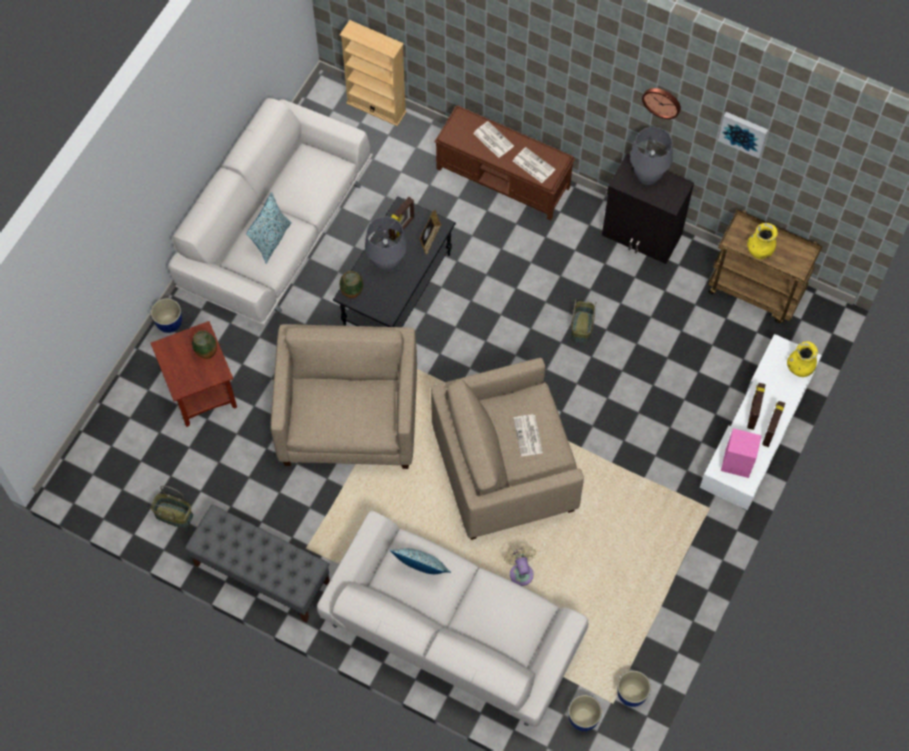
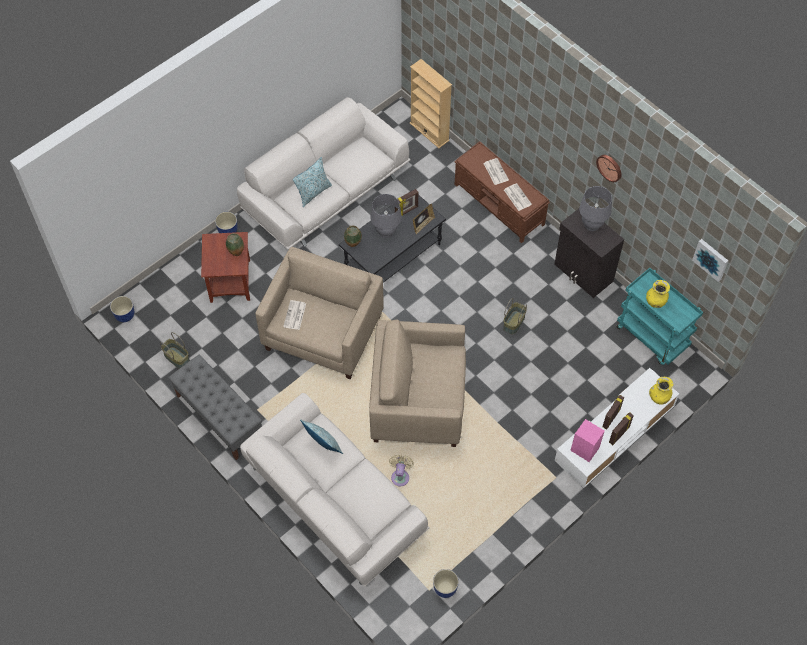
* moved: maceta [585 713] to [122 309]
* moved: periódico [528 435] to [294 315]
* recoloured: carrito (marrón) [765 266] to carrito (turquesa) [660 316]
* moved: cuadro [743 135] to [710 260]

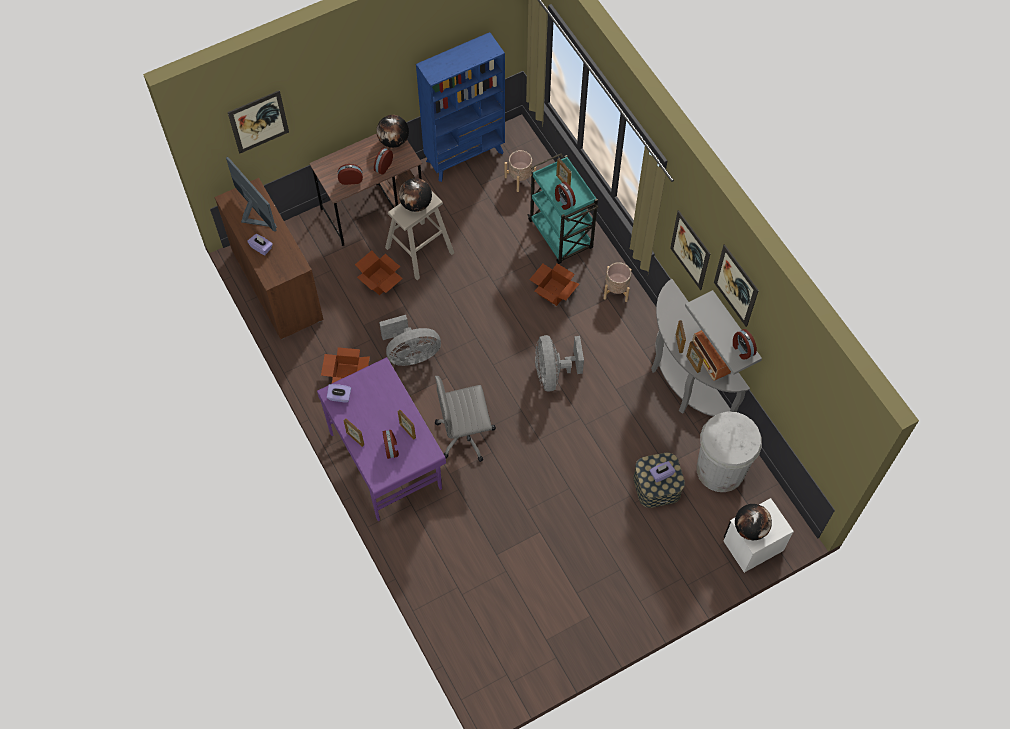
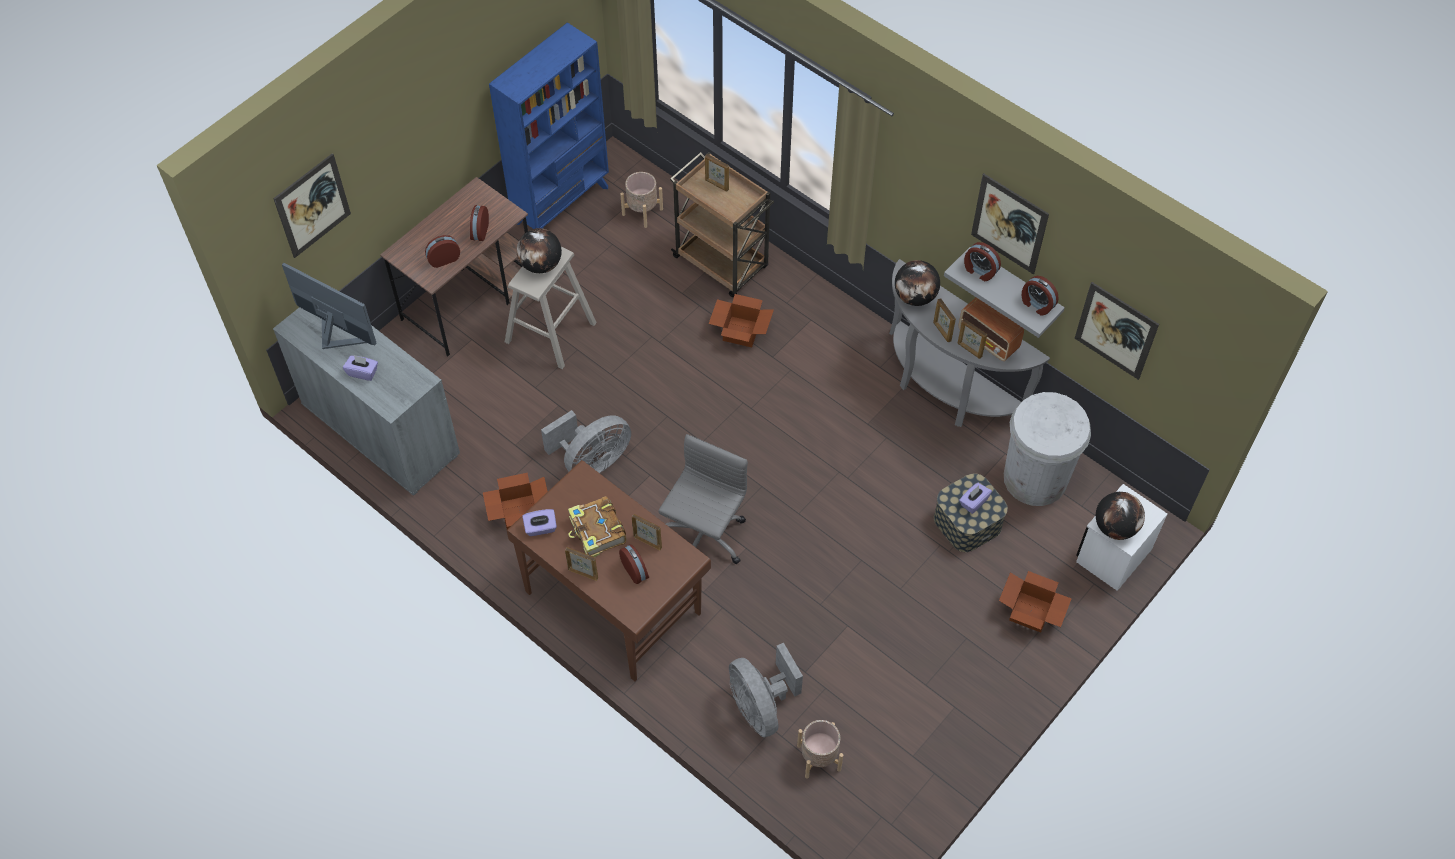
* recoloured: armario (marrón) [268 259] to armario (gris) [366 401]
* recoloured: escritorio (morado) [381 439] to escritorio (marrón) [609 570]
* added: libro [597 526]
* turned: silla de oficina (gris) [465 419] = [703 499] 150 degrees clockwise
* recoloured: carrito (turquesa) [563 208] to carrito (marrón) [722 224]
* moved: ventilador (gris) [559 363] to [766 690]
* moved: maceta (beis) [618 282] to [820 749]
* moved: globo terráqueo [392 131] to [917 283]
* moved: despertador [565 196] to [982 261]
* moved: caja de cartón [379 272] to [1035 601]
* moved: cuadro [690 250] to [1116 331]

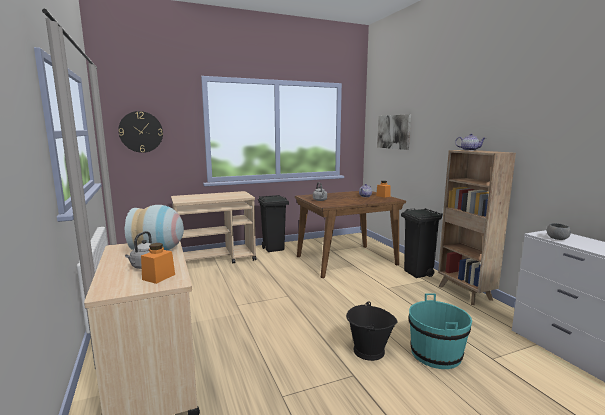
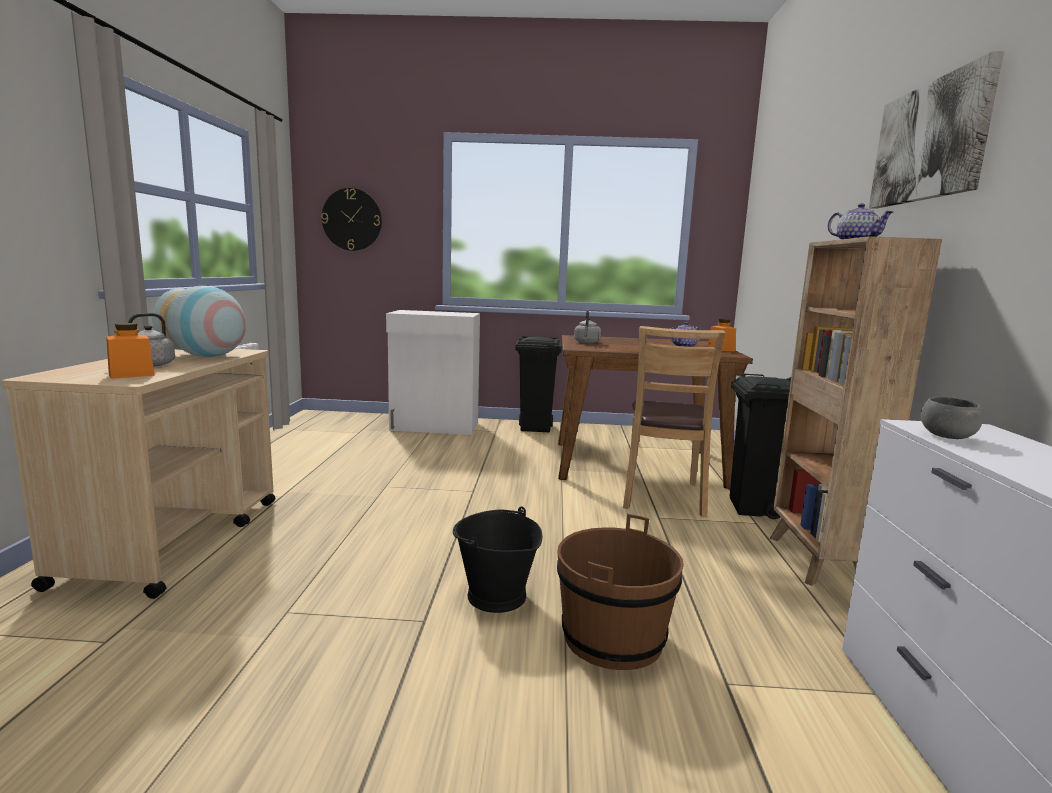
* replaced: carrito (beis) [213 227] to armario (blanco) [433 372]
* recoloured: cubo (turquesa) [440 331] to cubo (marrón) [620 592]
* added: silla (marrón) [674 421]
* moved: cuadro [394 132] to [936 130]

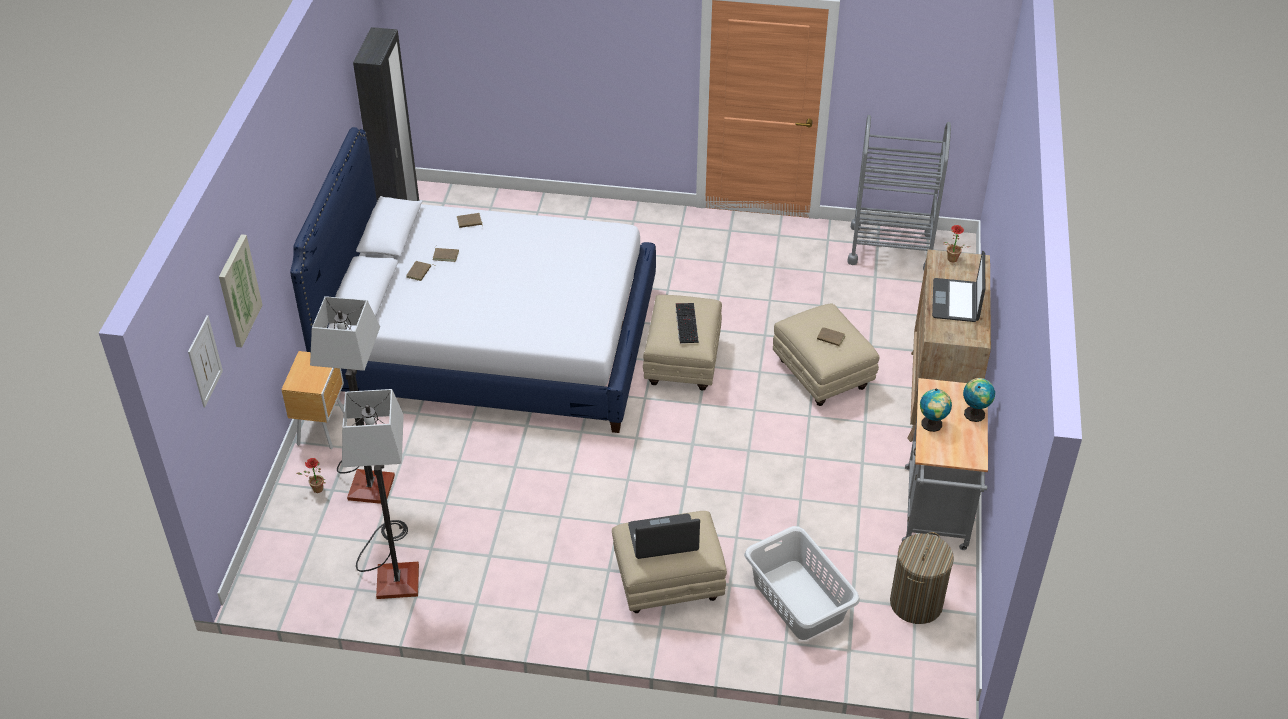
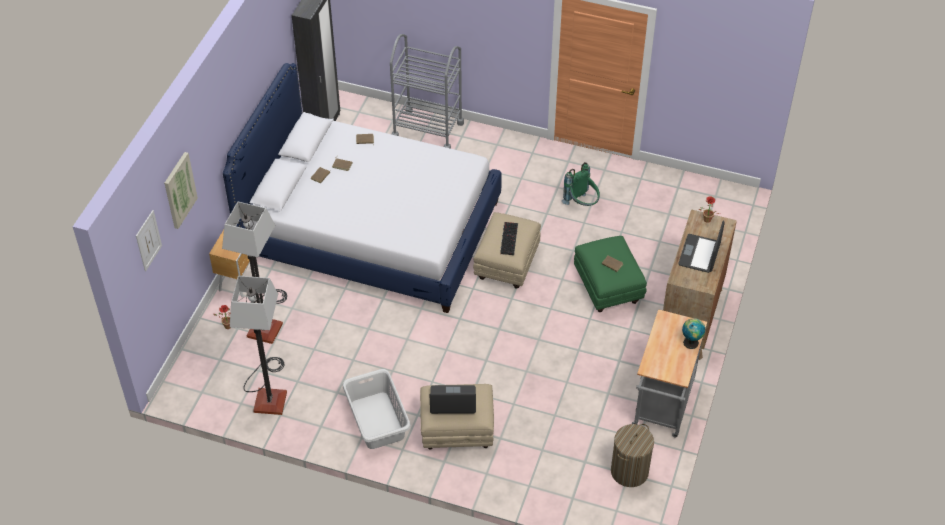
* moved: cesto de la ropa (gris) [802 583] to [377 409]
* moved: carrito (gris) [899 192] to [427 91]
* added: mochila (verde) [581 184]
* recoloured: puf (beis) [826 354] to puf (verde) [610 274]
* removed: globo terráqueo [936 410]

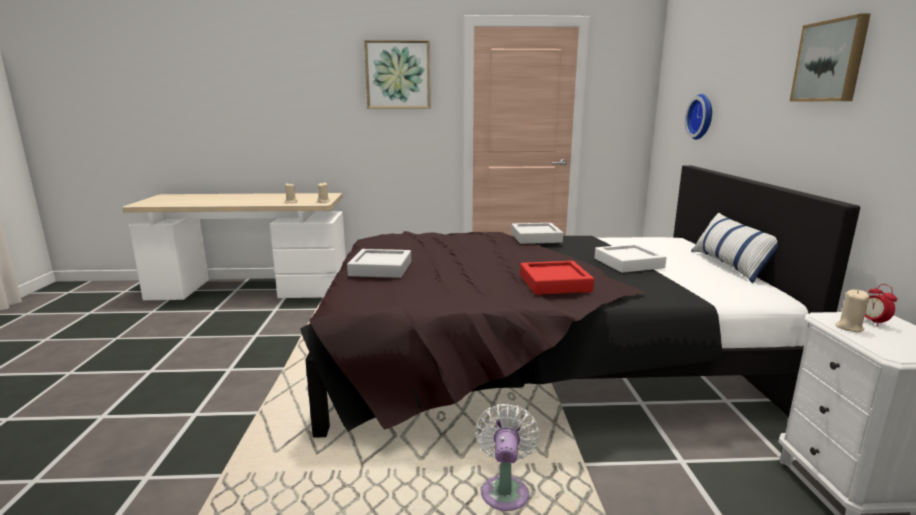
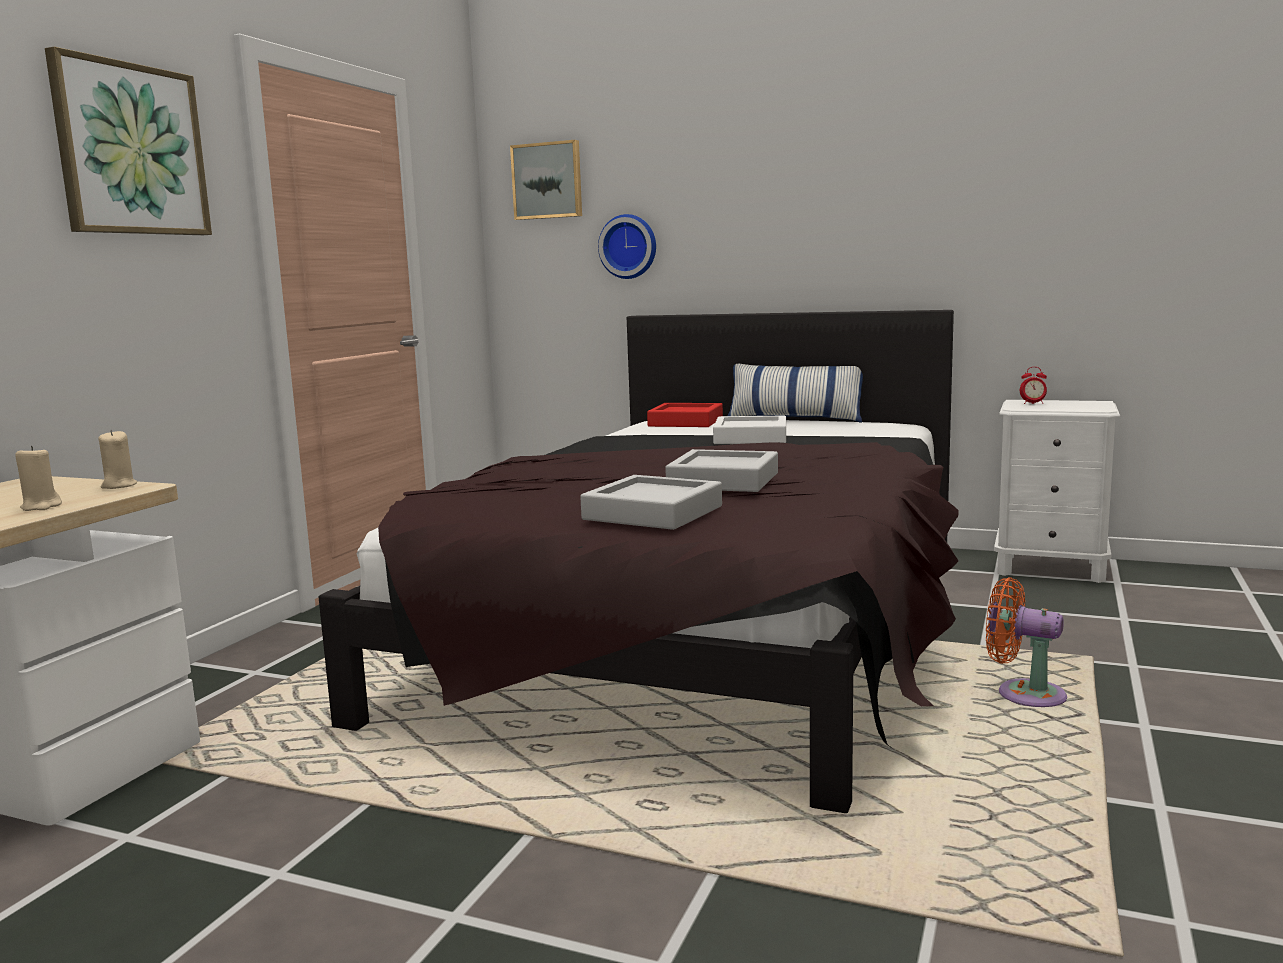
* moved: cuadro [830 57] to [546 180]
* moved: bandeja (rojo) [557 278] to [685 415]
* moved: bandeja (gris) [537 233] to [721 470]
* recoloured: ventilador (blanco) [507 457] to ventilador (naranja) [1026 642]
* removed: vela (beis) [852 311]

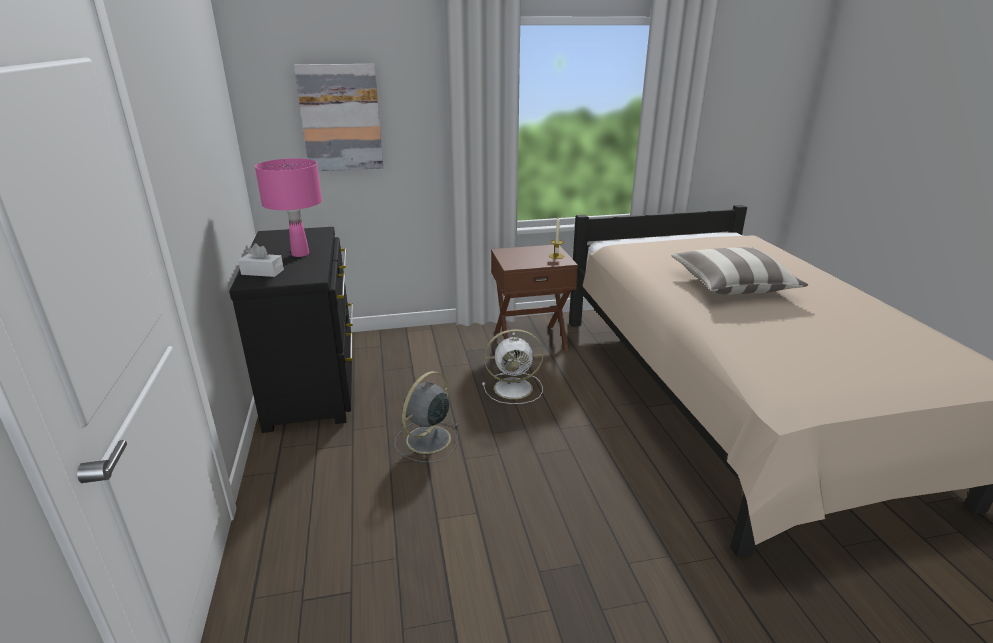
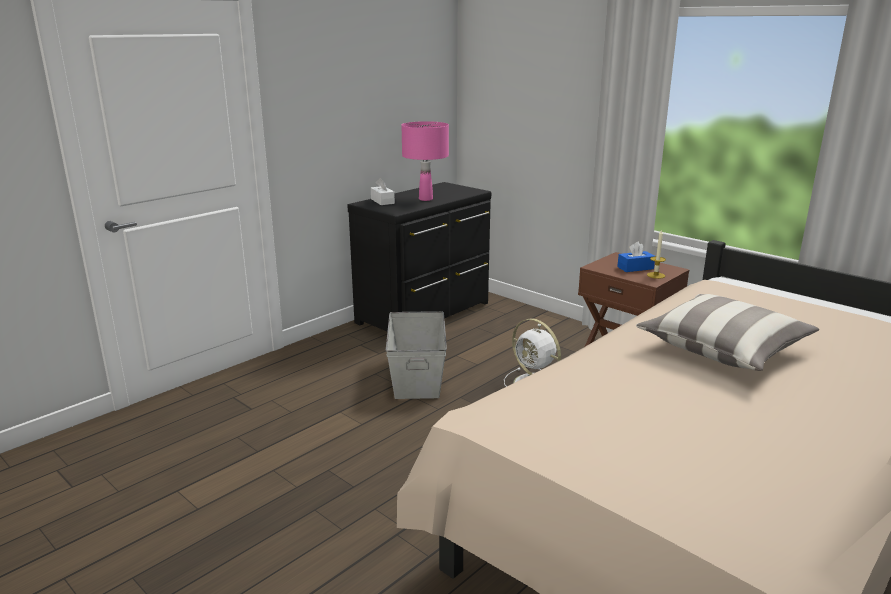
* replaced: ventilador (gris) [427 417] to caja de almacenaje (gris) [416 355]
* added: caja de pañuelos (azul) [636 257]
* removed: cuadro [338 117]

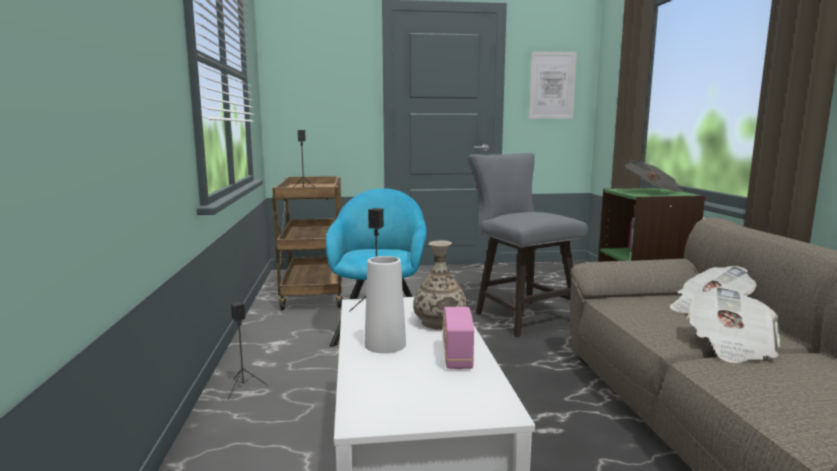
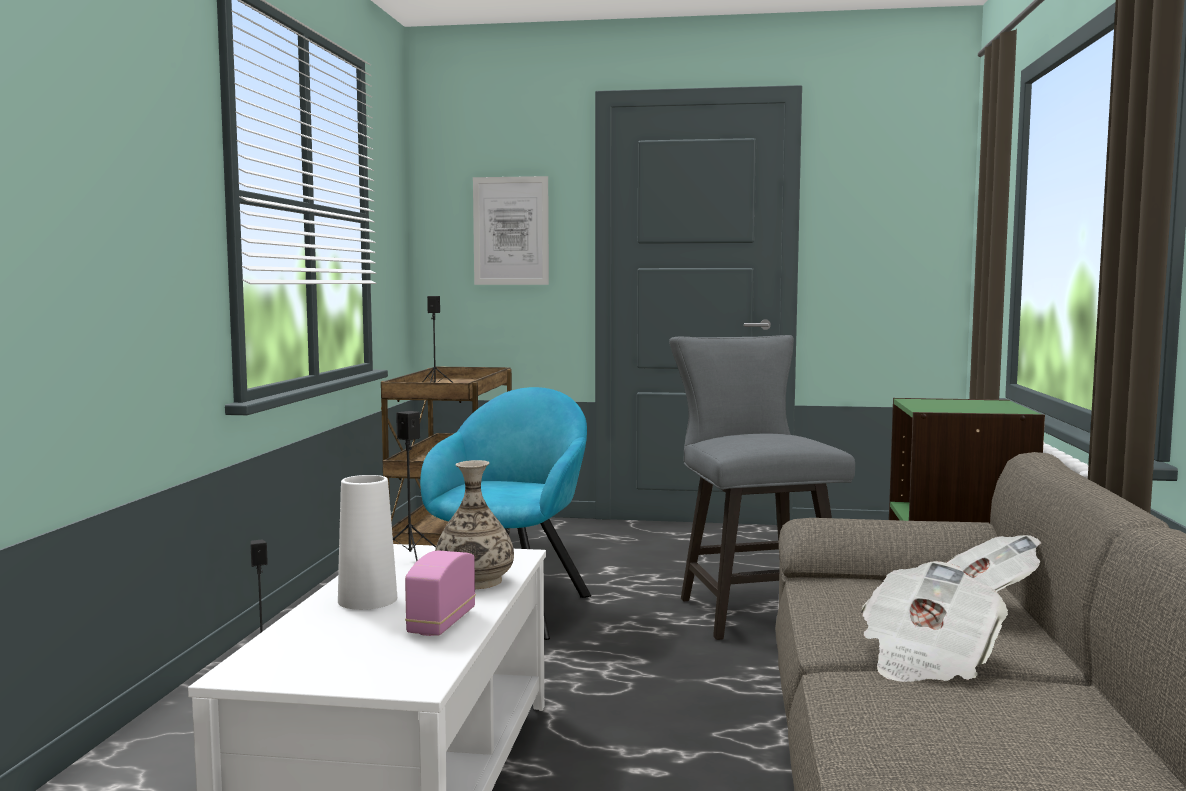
* moved: cuadro [553 85] to [511 230]
* removed: periódico [653 176]

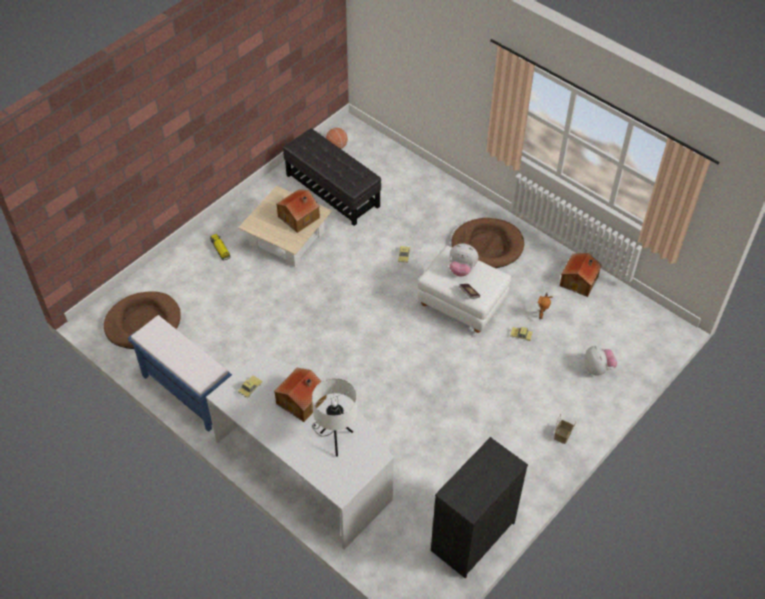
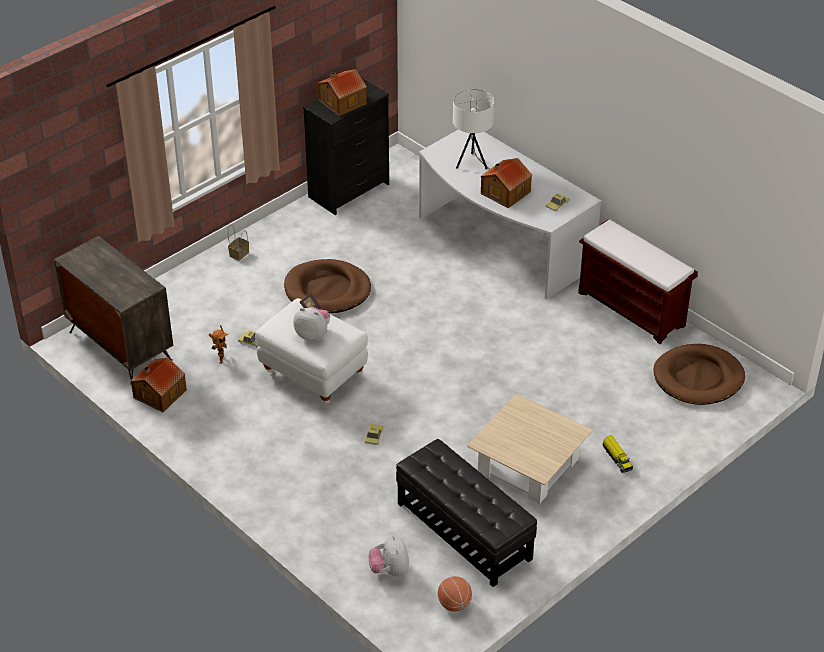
* added: cómoda [113 310]
* moved: cama para perro (marrón) [487 243] to [327 286]
* moved: casita [298 211] to [342 92]
* moved: peluche [600 361] to [389 556]
* recoloured: banco (azul) [180 373] to banco (marrón) [638 281]

